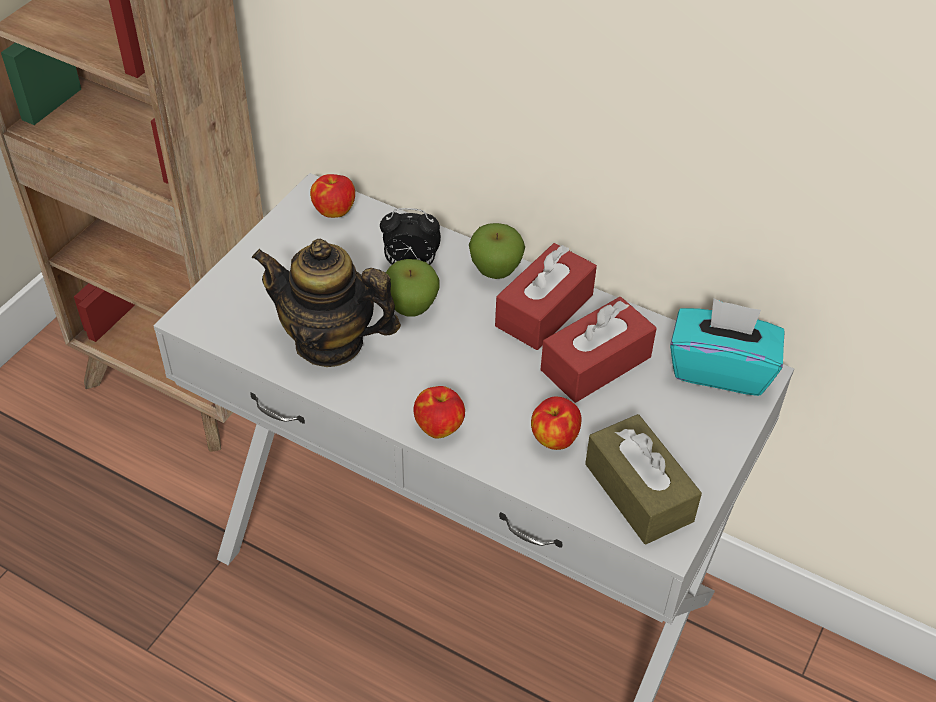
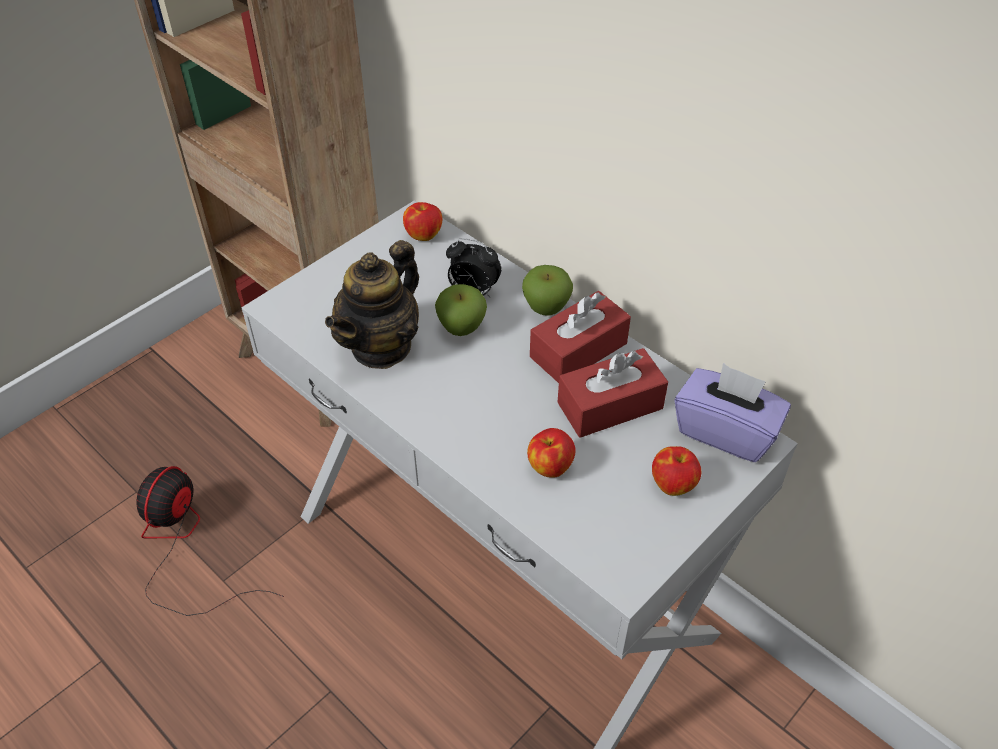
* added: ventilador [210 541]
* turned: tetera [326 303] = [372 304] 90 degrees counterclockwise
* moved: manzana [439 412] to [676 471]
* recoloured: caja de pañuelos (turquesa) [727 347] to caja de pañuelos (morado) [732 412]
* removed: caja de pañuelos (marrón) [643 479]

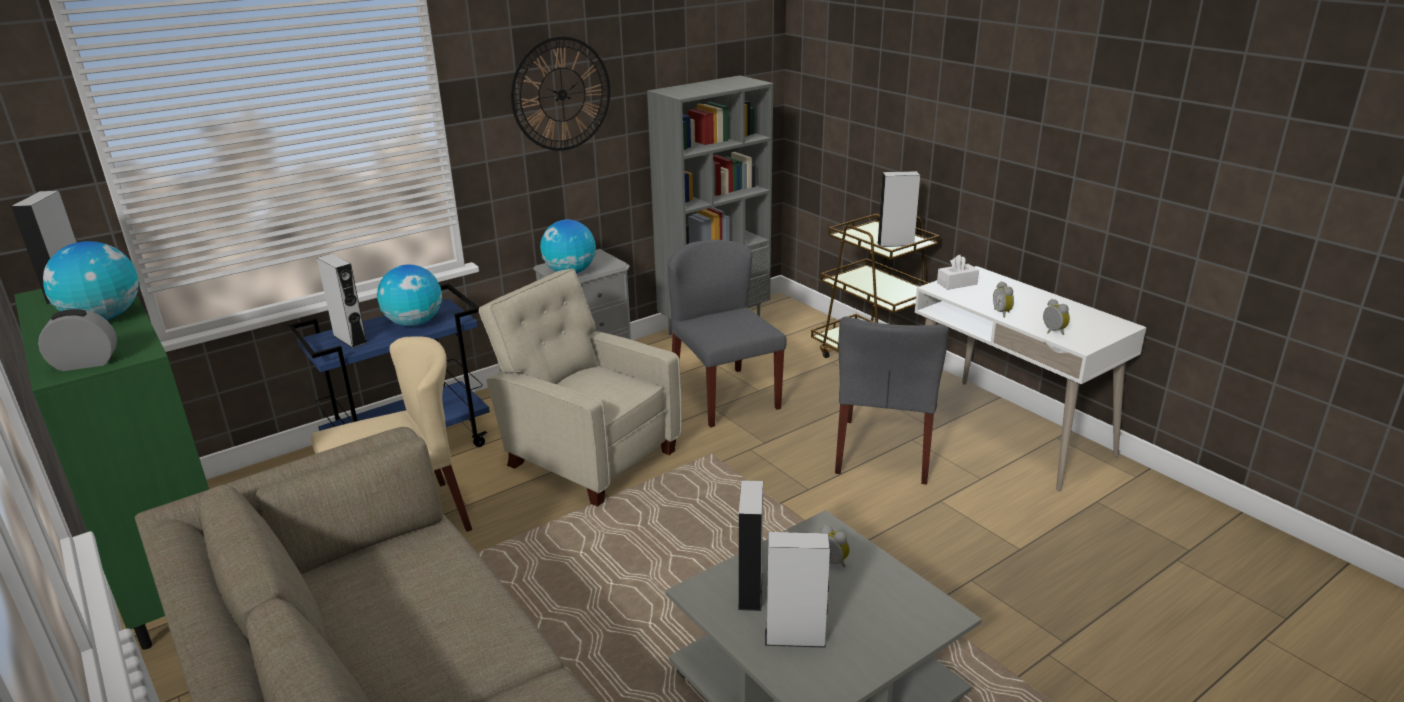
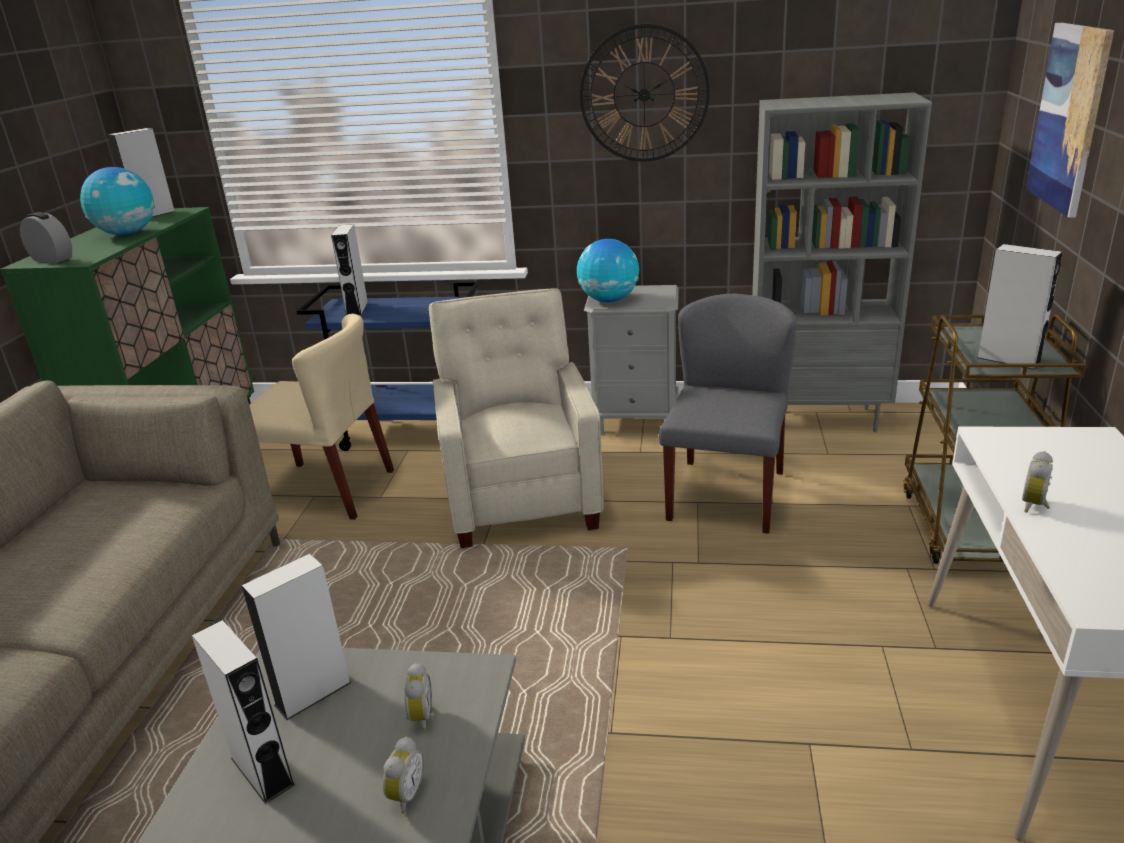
* moved: despertador [1056 317] to [403 775]
* added: cuadro [1070 120]
* removed: globo terráqueo [409 296]
* removed: silla (gris) [892 401]
* removed: caja de pañuelos (blanco) [958 272]

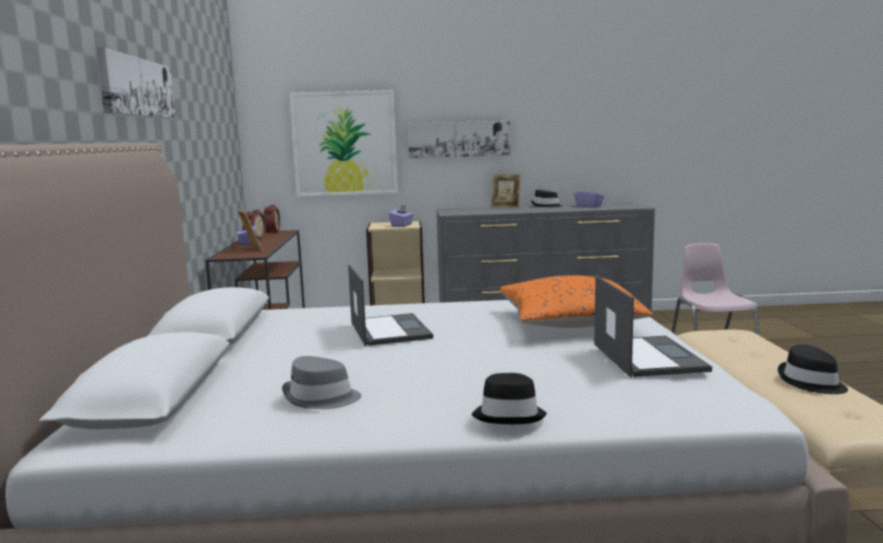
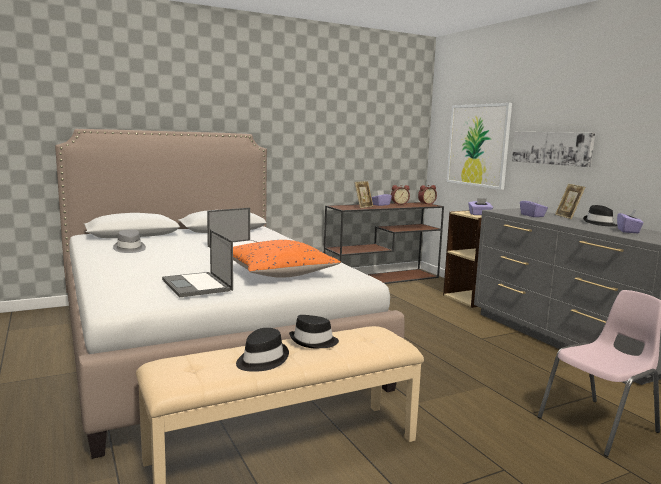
* turned: portátil [653 326] = [197 263] 90 degrees clockwise
* moved: sombrero (negro) [509 398] to [314 331]
* added: caja de pañuelos (morado) [534 206]
* removed: cuadro [136 83]

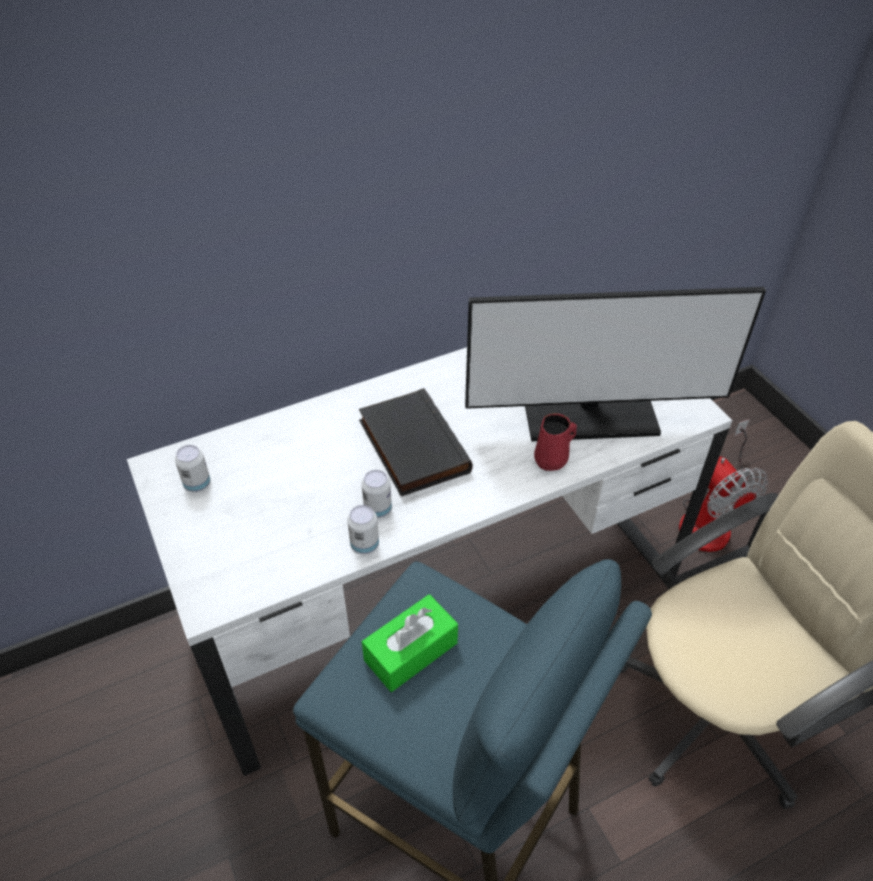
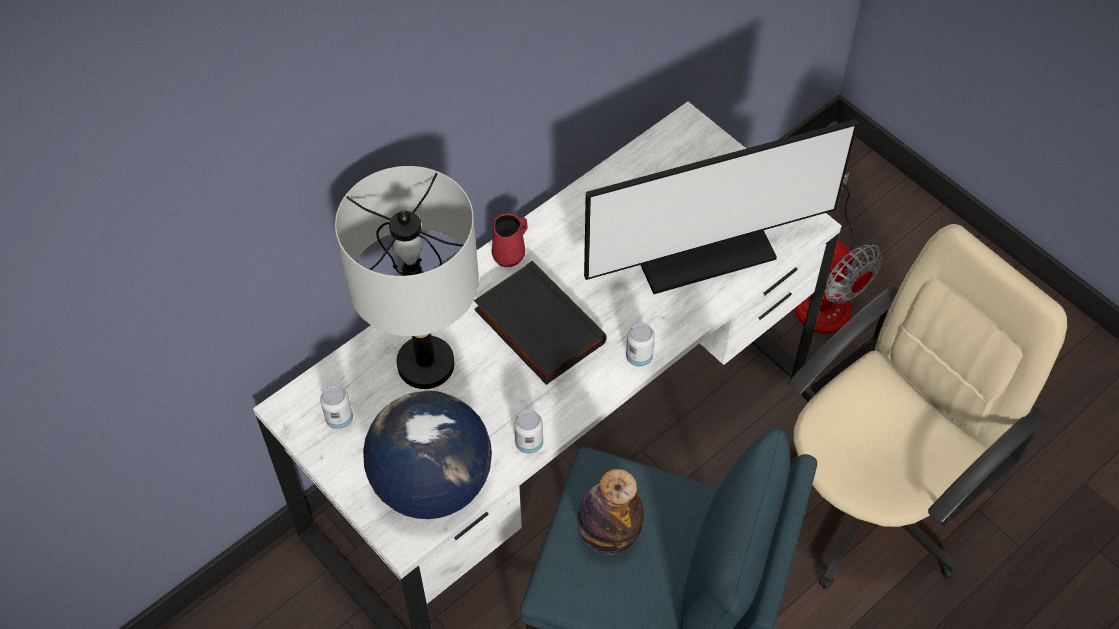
* added: lámpara de mesa (gris) [407 277]
* added: globo terráqueo [427 455]
* moved: taza grande (rojo) [555 442] to [510 240]
* replaced: caja de pañuelos (verde) [410 643] to botella [610 512]
* moved: lata [377 494] to [640 345]

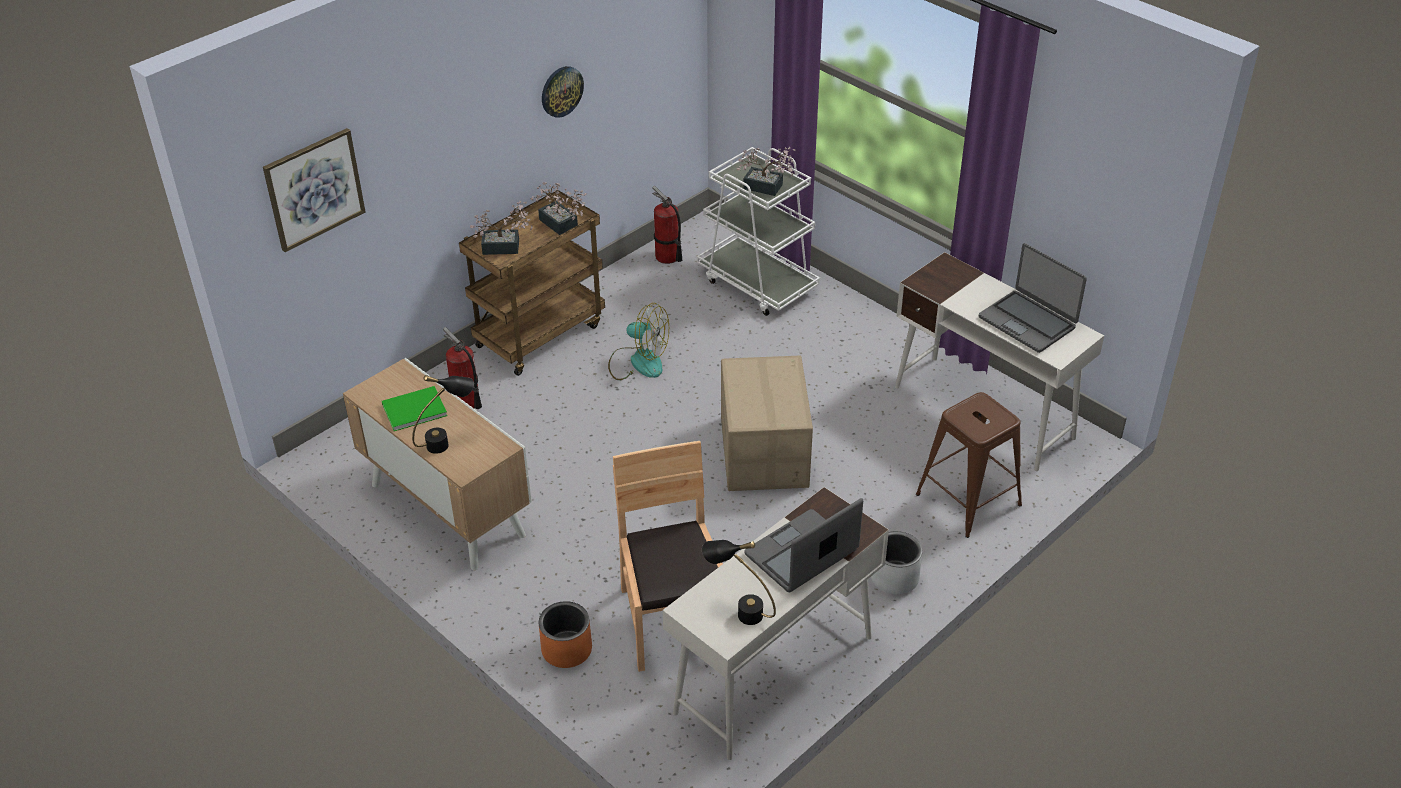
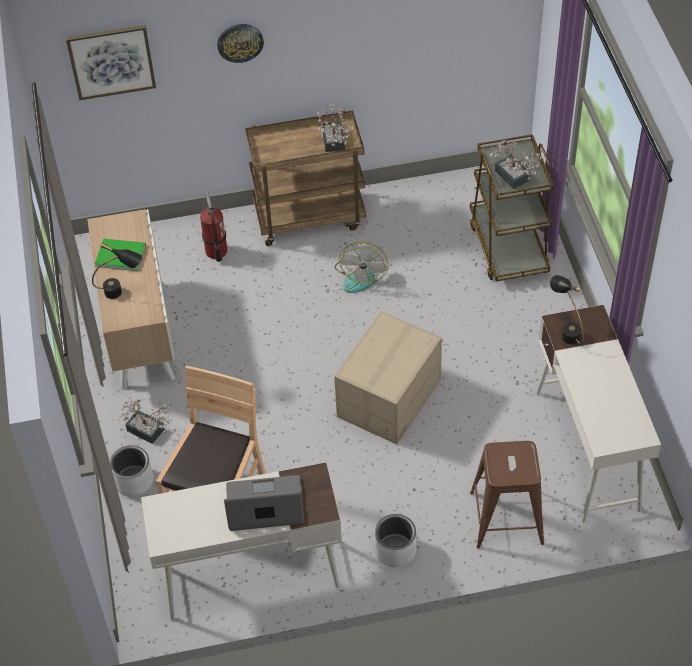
* recoloured: maceta (naranja) [565 634] to maceta (gris) [131 471]
* moved: planta en maceta [501 228] to [143 421]
* moved: reloj de pared [563 92] to [240 43]
* turned: ventilador [638 341] = [362 267] 45 degrees clockwise
* recoloured: carrito (blanco) [758 231] to carrito (marrón) [511 208]
* moved: lámpara de mesa (negro) [739 582] to [567 310]
* removed: extintor [667 225]
* removed: portátil [1033 298]

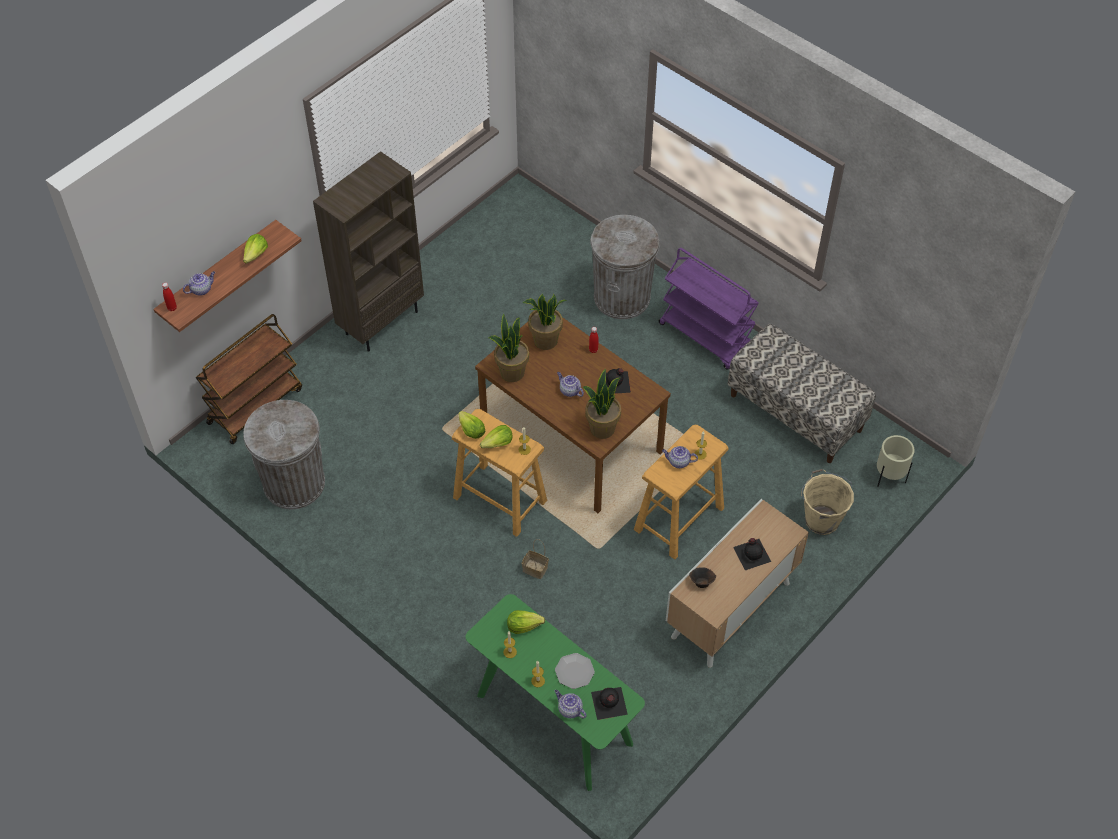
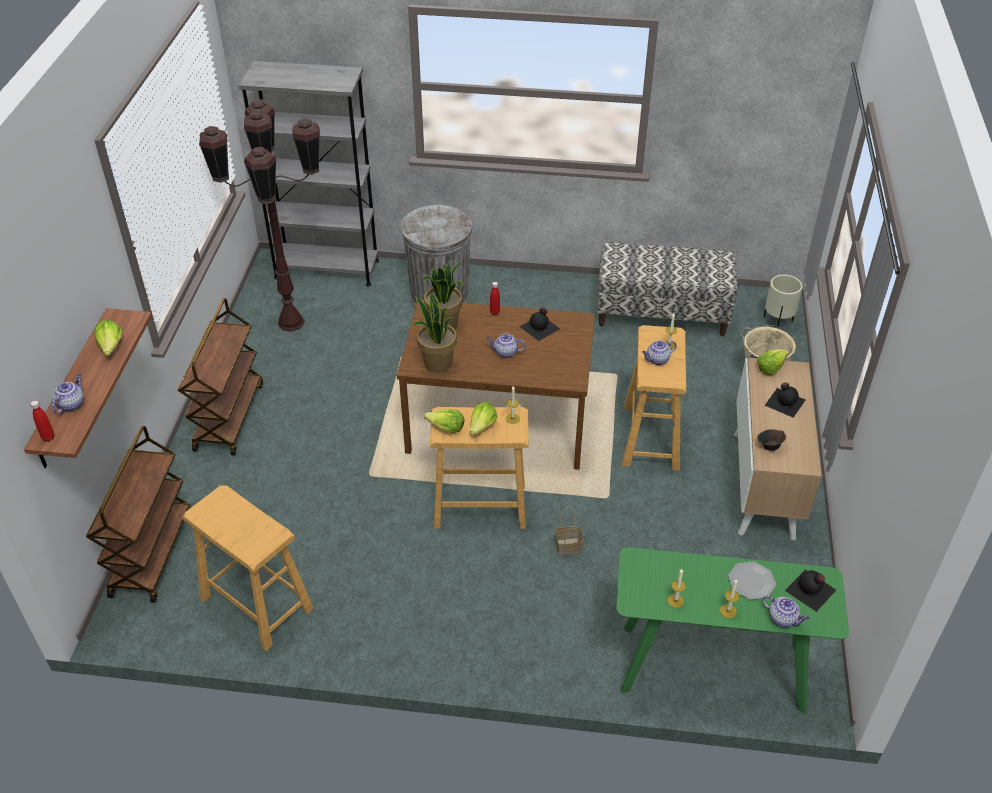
* replaced: estantería (marrón) [368 251] to carrito (marrón) [220 376]
* replaced: papelera (gris) [284 454] to taburete (beis) [248 568]
* added: lámpara de pie (marrón) [259 215]
* added: estantería (gris) [309 174]
* moved: lechuga [526 622] to [773 362]
* turned: tetera [571 704] = [786 611] 150 degrees counterclockwise
* removed: planta en maceta [602 404]
* removed: carrito (morado) [709 309]

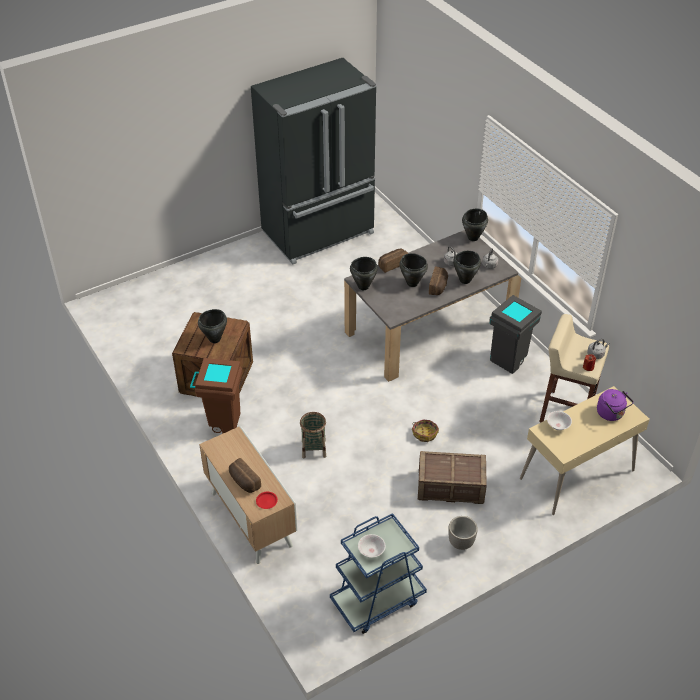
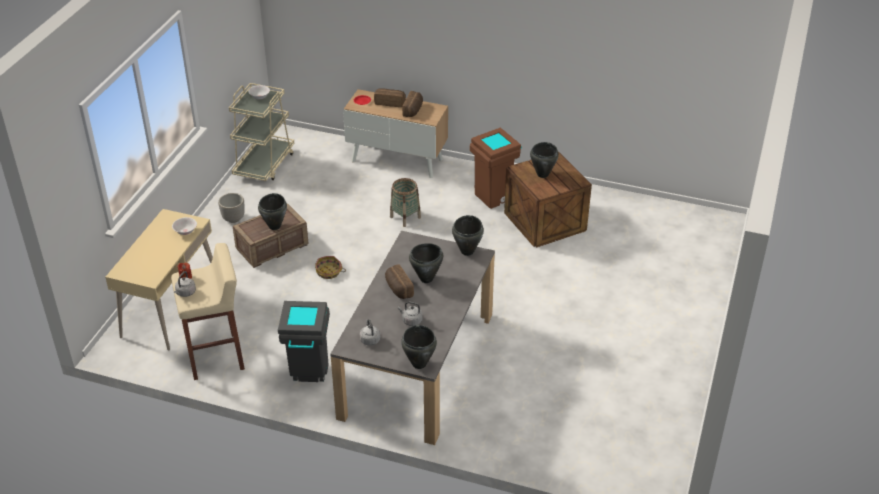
* recoloured: carrito (azul) [378 573] to carrito (beis) [261 132]
* moved: olla (negro) [467 267] to [272 211]
* moved: pan [393 260] to [412 104]
* removed: nevera (negro) [314 161]
* removed: hervidor (morado) [615 405]

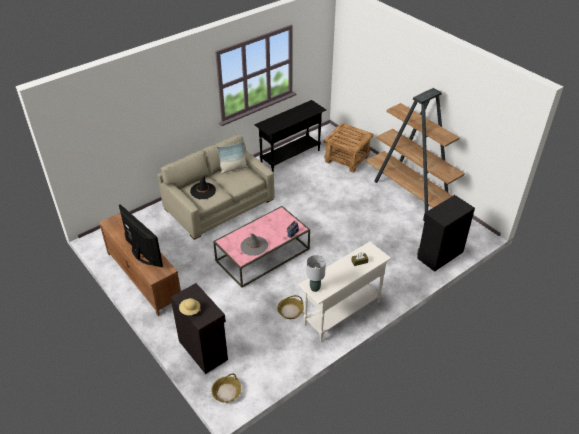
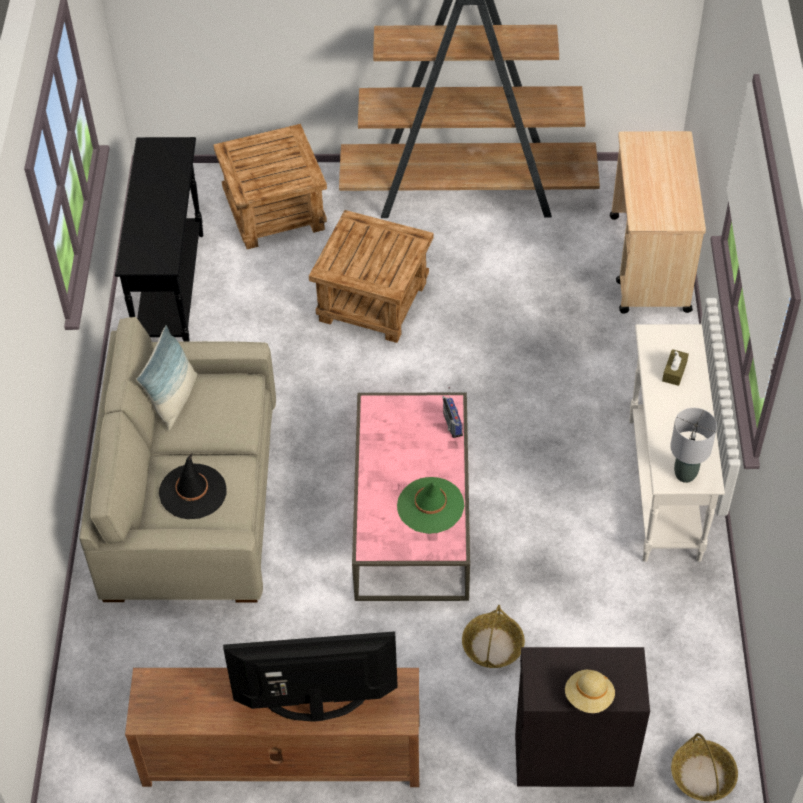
* added: mesa auxiliar (marrón) [371 276]
* recoloured: sombrero (gris) [254 244] to sombrero (verde) [430 505]
* moved: cesta [290 307] to [493 636]
* replaced: armario (negro) [446 233] to carrito (beis) [658 222]

